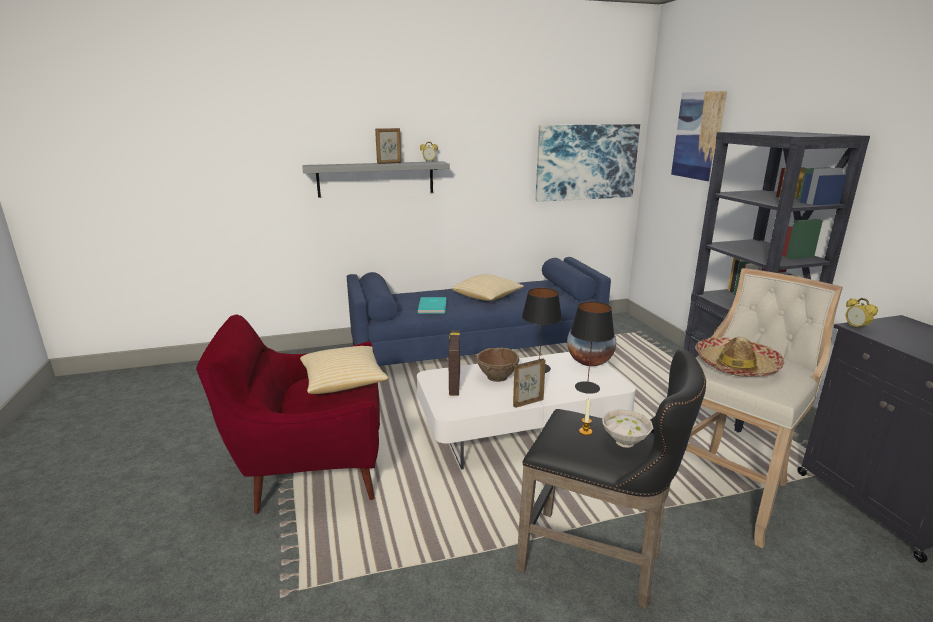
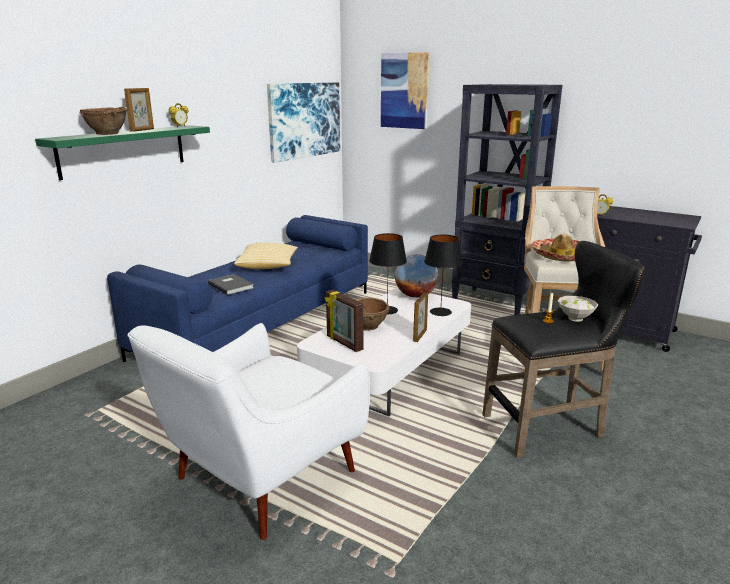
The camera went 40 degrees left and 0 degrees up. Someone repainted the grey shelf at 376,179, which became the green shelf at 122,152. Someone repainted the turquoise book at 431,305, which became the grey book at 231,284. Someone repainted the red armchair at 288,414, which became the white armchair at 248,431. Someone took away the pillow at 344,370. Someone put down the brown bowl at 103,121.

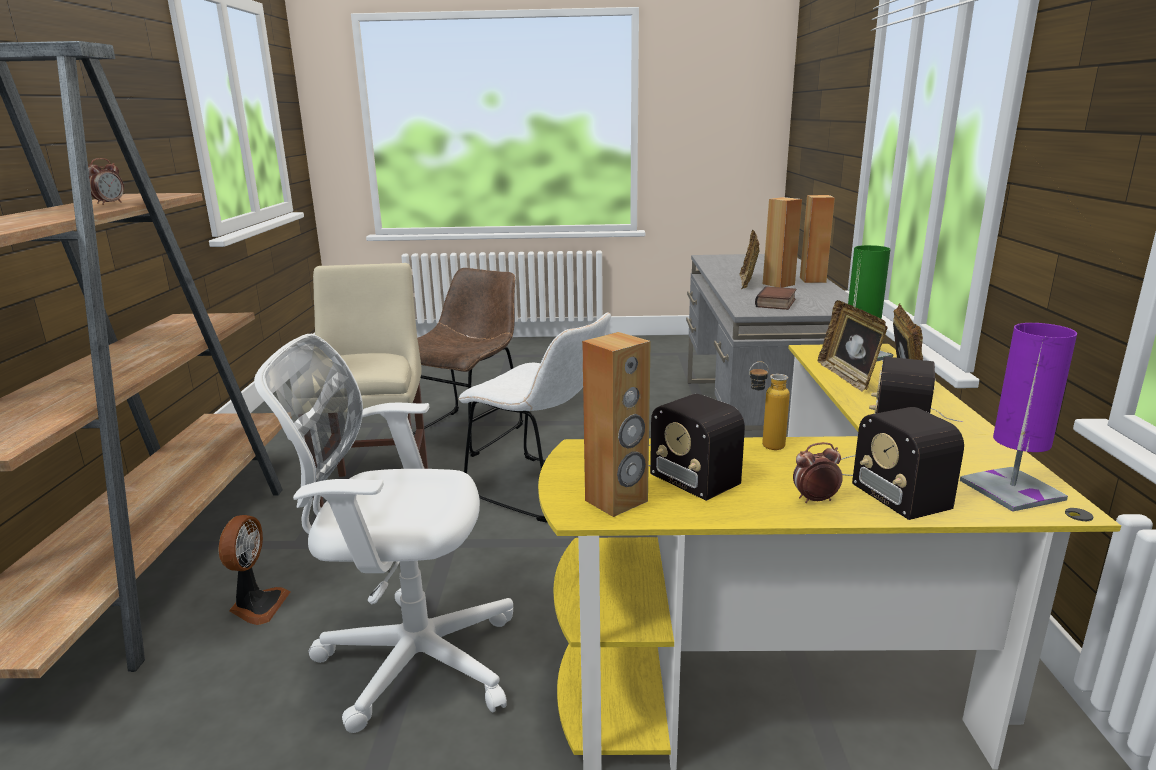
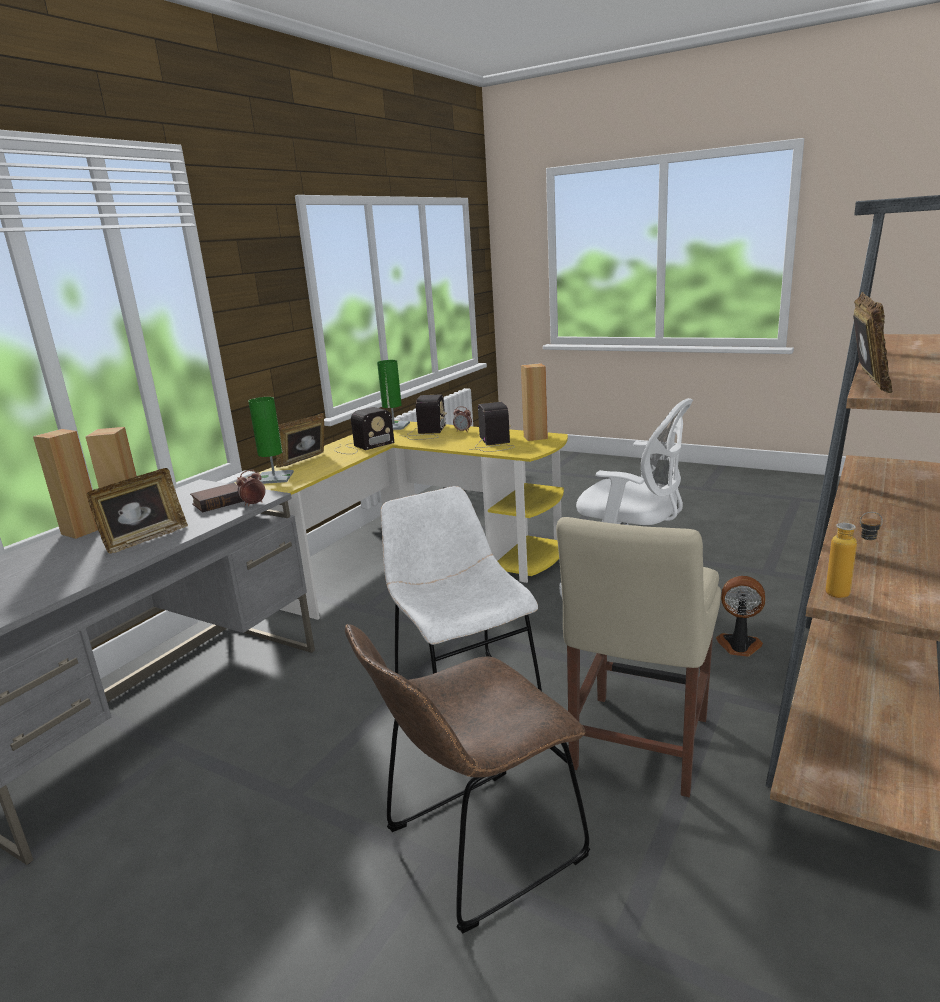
The camera went 150 degrees left and 0 degrees up. Someone carried the alarm clock from 106,181 to 251,488. Someone carried the picture frame from 853,346 to 872,342. Someone repainted the purple table lamp at 1018,417, which became the green table lamp at 393,395. Someone carried the bottle from 769,406 to 854,555. Someone rotated the fan at 255,570 by 75 degrees clockwise.

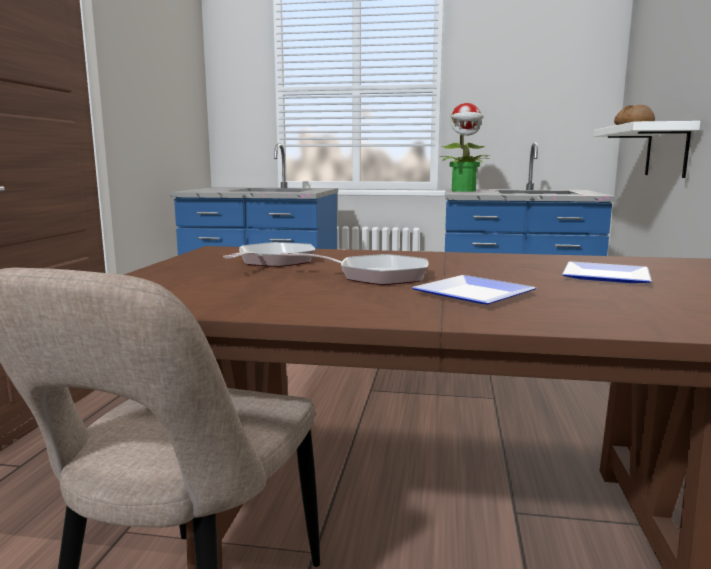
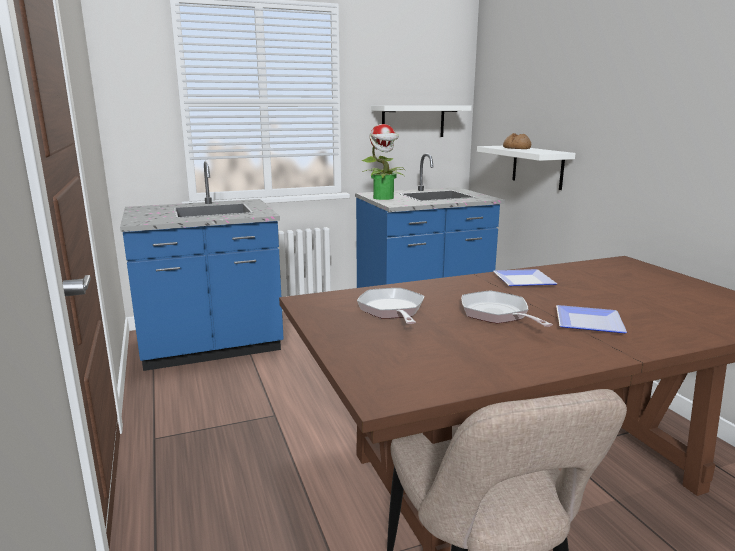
The camera went 30 degrees left and 5 degrees up. Someone rotated the frying pan at 354,268 by 90 degrees counterclockwise. Someone carried the plate from 607,272 to 525,277. Someone put up the white shelf at 421,121.

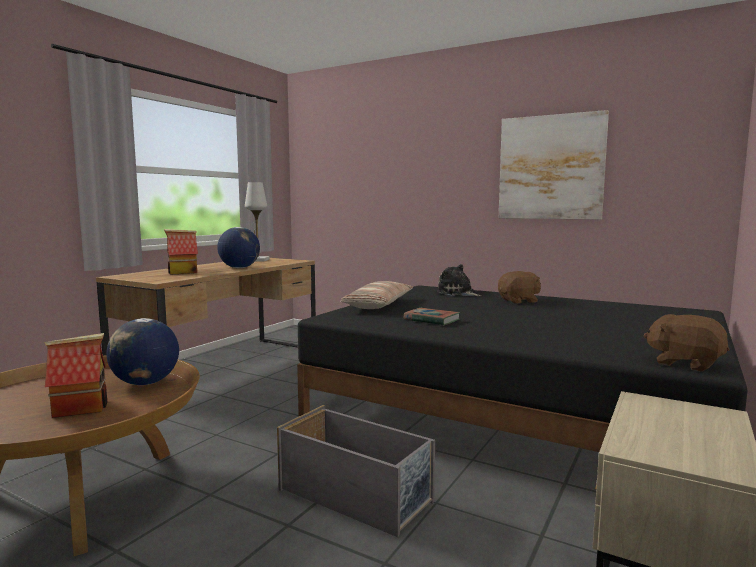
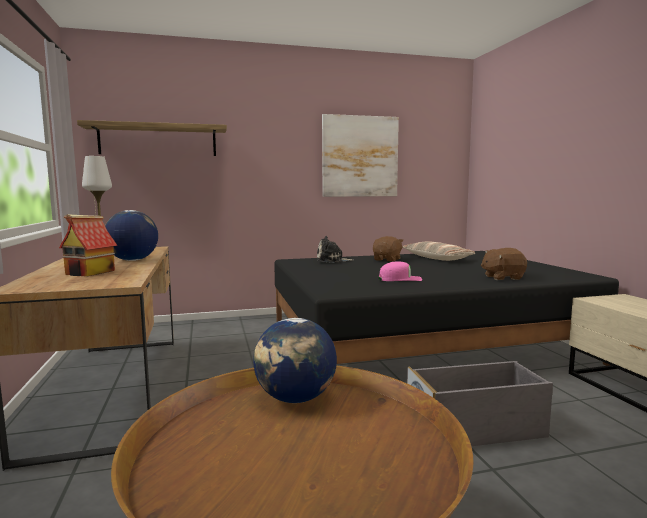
The camera went 45 degrees left and 0 degrees up. Someone carried the pillow from 376,295 to 438,251. Someone swapped the book at 432,316 for the pink cap at 400,271. Someone carried the brown plush toy from 686,343 to 504,264. Someone took away the toy house at 76,375. Someone put up the shelf at 152,138.

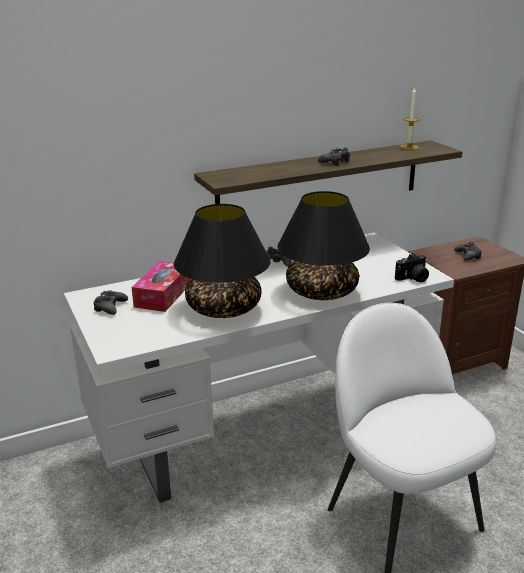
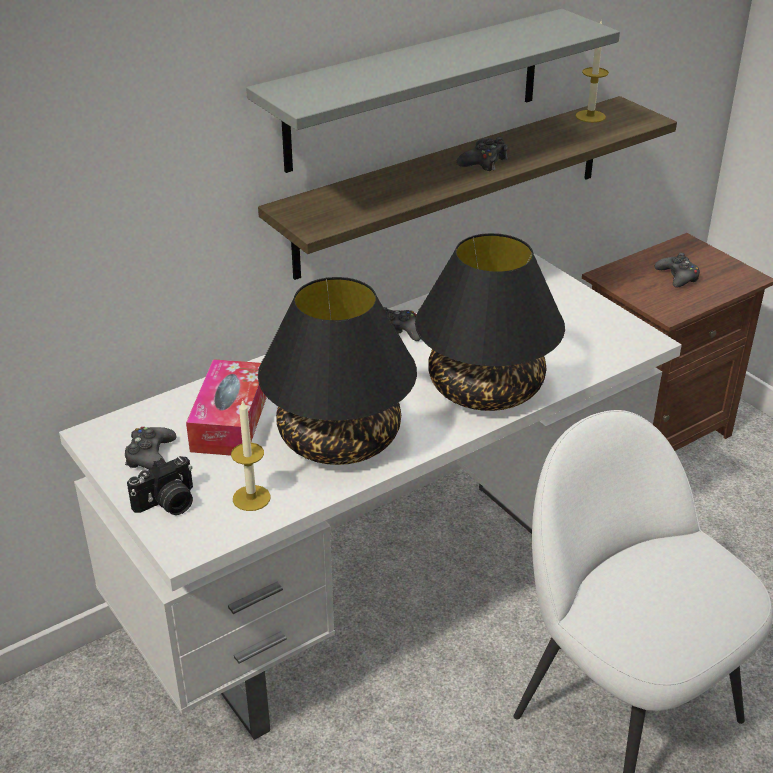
The camera went 10 degrees left and 10 degrees up. Someone carried the photo camera from 412,267 to 160,485. Someone put up the grey shelf at 433,91. Someone put down the candle at 251,455.

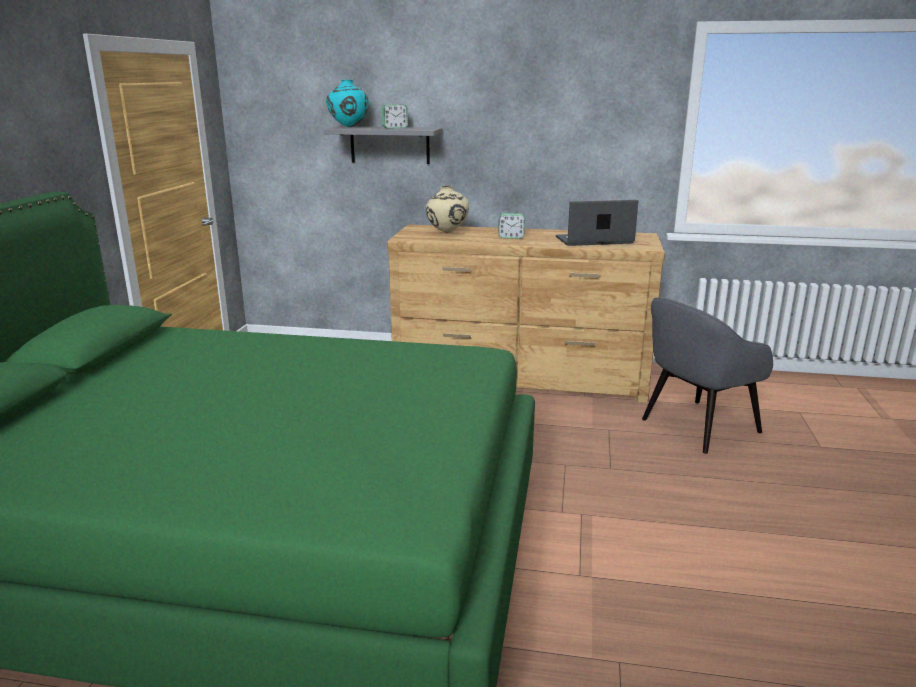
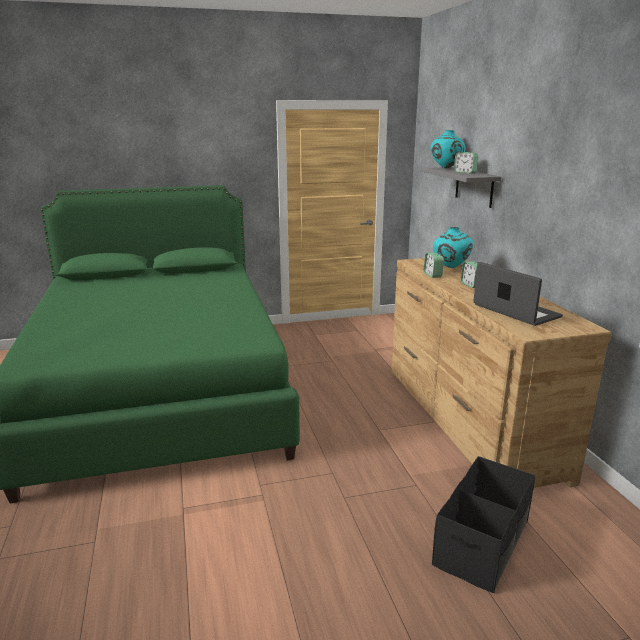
The camera went 65 degrees right and 0 degrees up. Someone repainted the beige vase at 447,209, which became the turquoise vase at 453,247. Someone swapped the grey armchair at 707,375 for the black storage box at 483,524. Someone put down the alarm clock at 434,265.

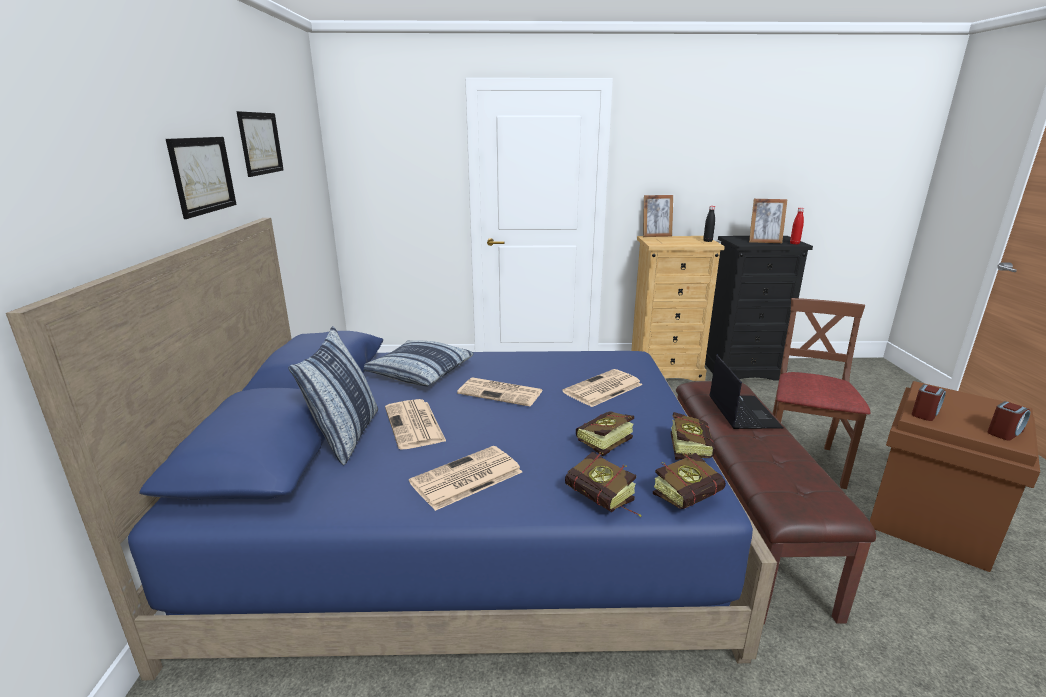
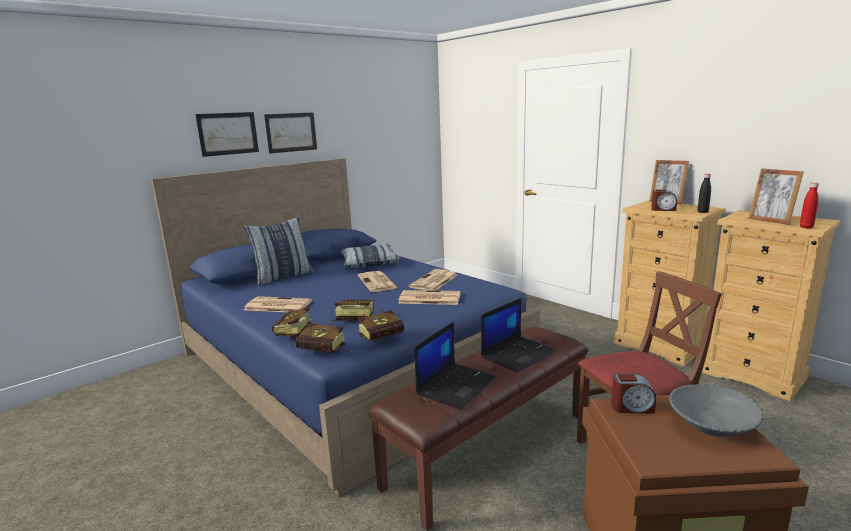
The camera went 50 degrees right and 5 degrees down. Someone carried the picture from 260,144 to 227,134. Someone repainted the black dresser at 759,308, which became the beige dresser at 771,305. Someone carried the newspaper from 415,424 to 433,280. Someone carried the alarm clock from 1009,420 to 664,200. Someone put down the laptop at 455,365. Someone put down the grey bowl at 716,410.

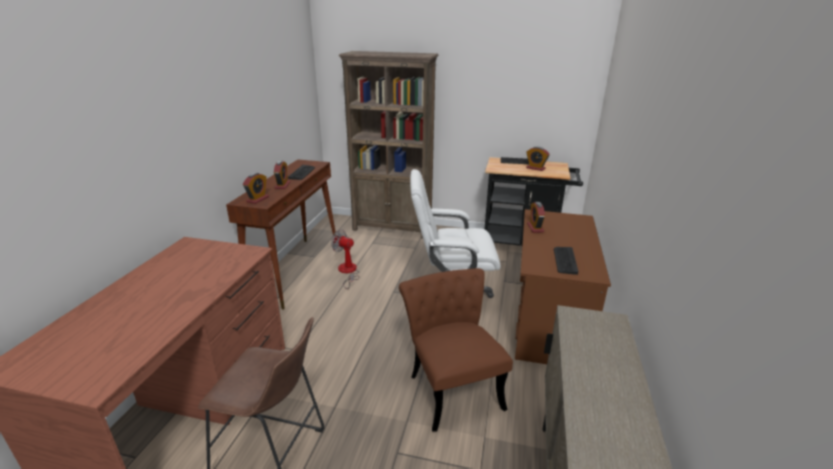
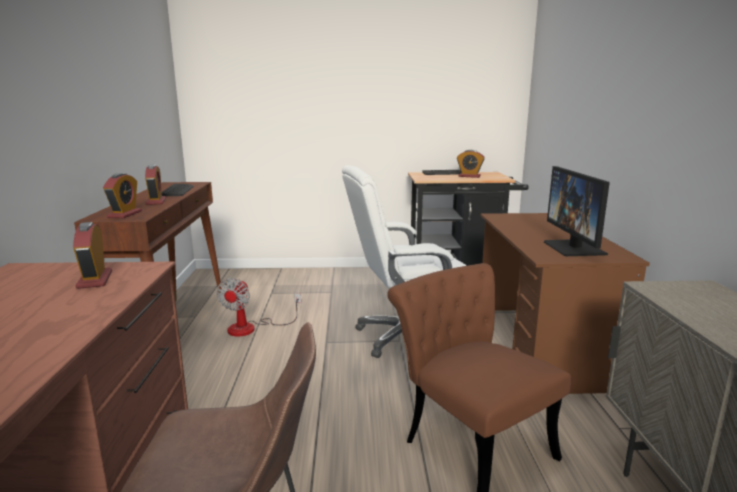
The camera went 15 degrees left and 10 degrees down. Someone took away the brown bookcase at 388,145. Someone carried the alarm clock from 536,217 to 92,255. Someone rotated the fan at 345,259 by 90 degrees counterclockwise. Someone swapped the keyboard at 566,261 for the monitor at 577,211.

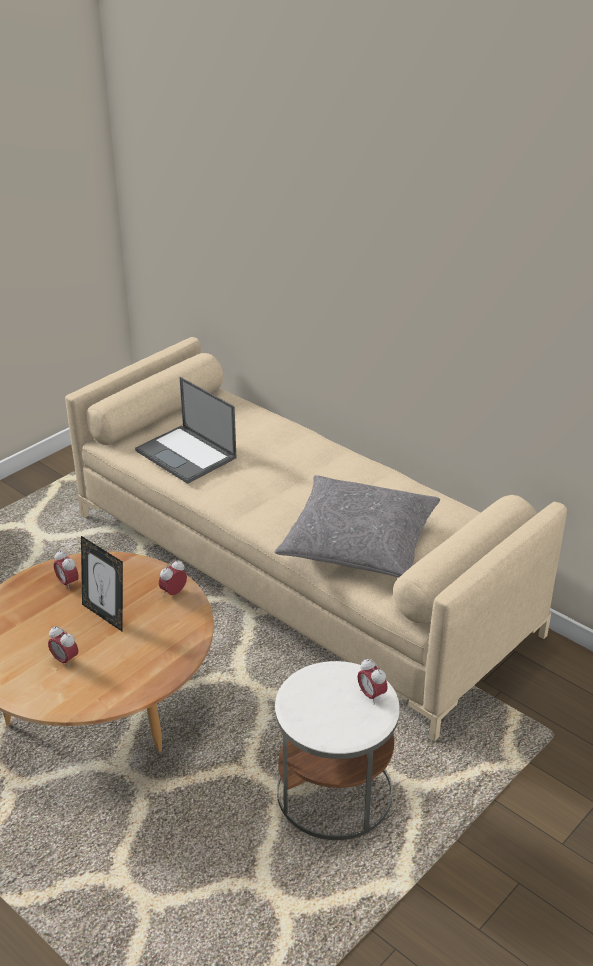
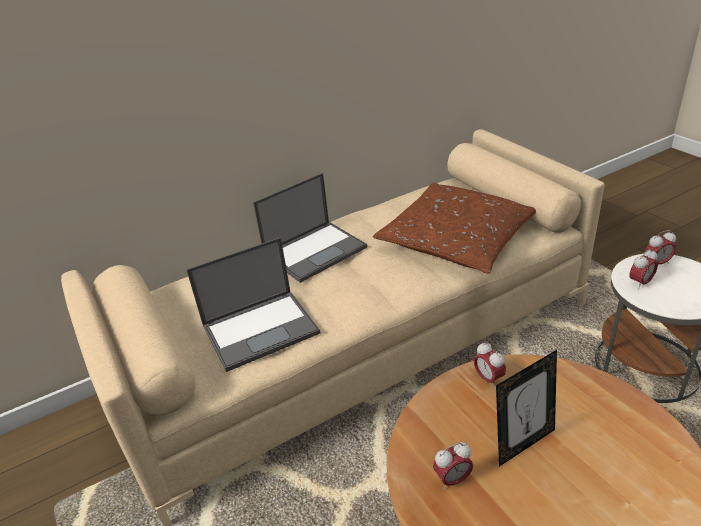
The camera went 70 degrees left and 0 degrees up. Someone repainted the grey pillow at 357,526, which became the brown pillow at 454,228. Someone carried the alarm clock from 63,647 to 643,268. Someone put down the laptop at 310,228.

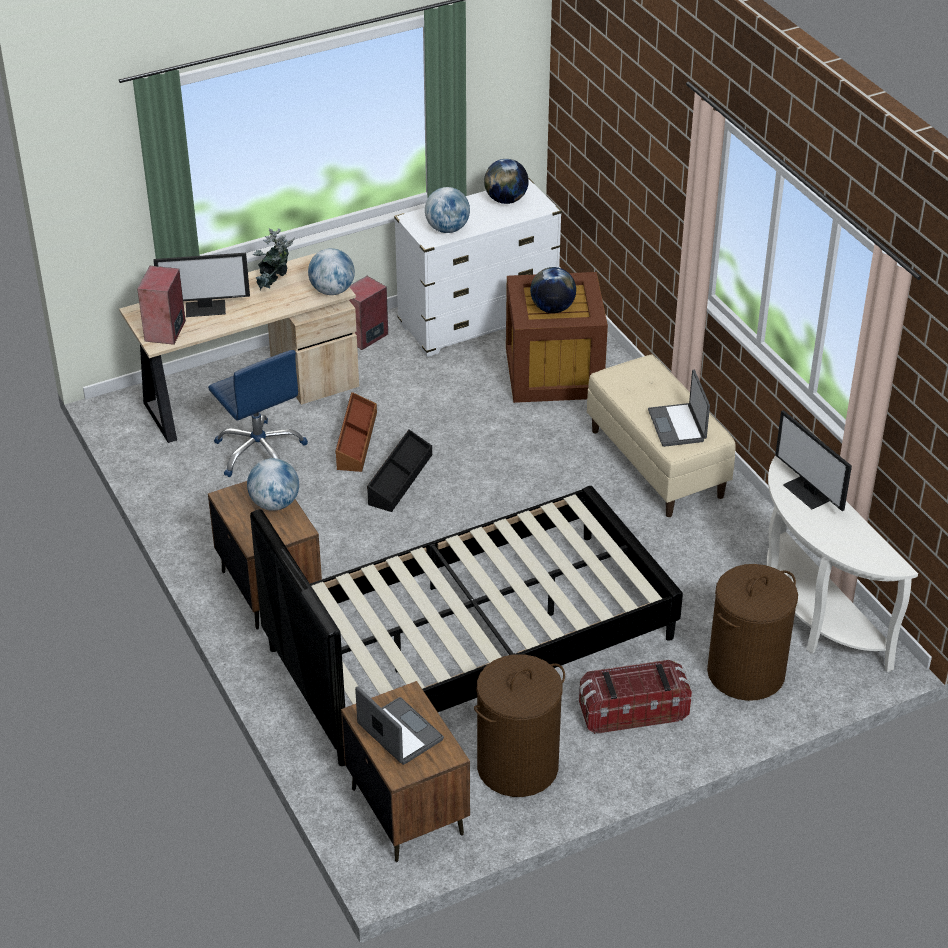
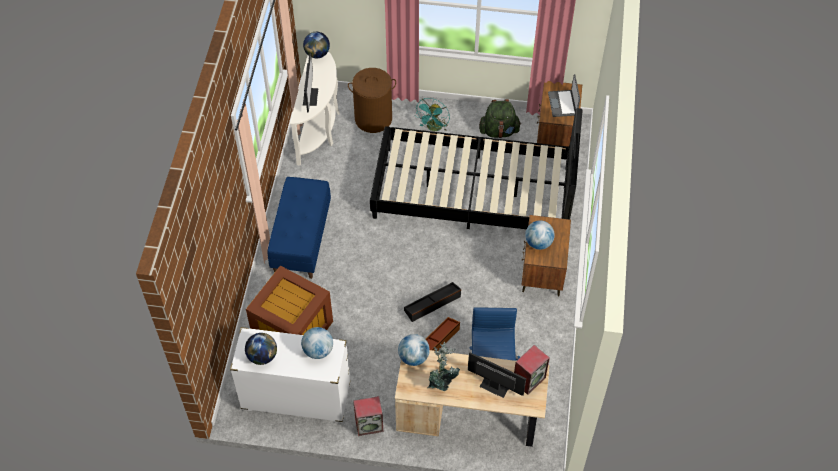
The camera went 145 degrees left and 15 degrees up. Someone carried the globe from 553,290 to 316,45. Someone repainted the beige bench at 661,436, which became the blue bench at 299,228. Someone took away the laptop at 679,408. Someone swapped the brown laundry basket at 519,725 for the green backpack at 500,118. Someone swapped the storage box at 635,697 for the turquoise fan at 432,114.

